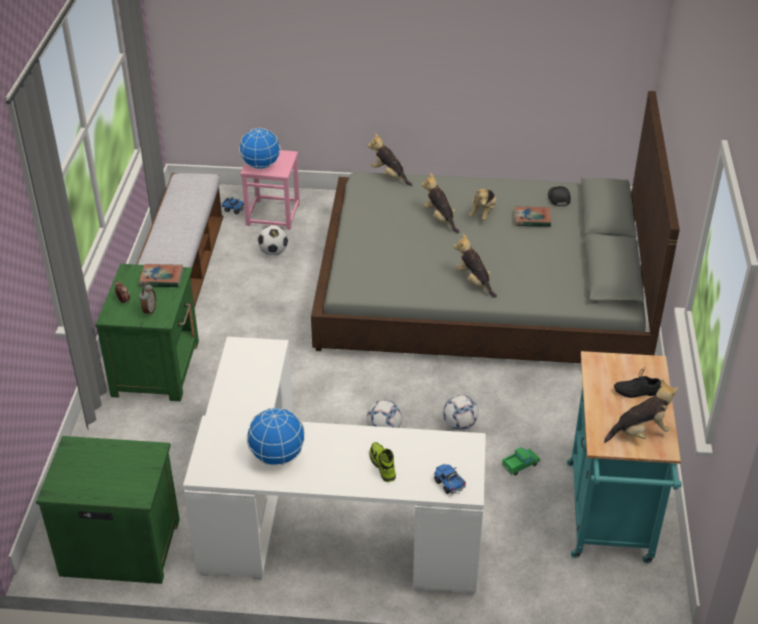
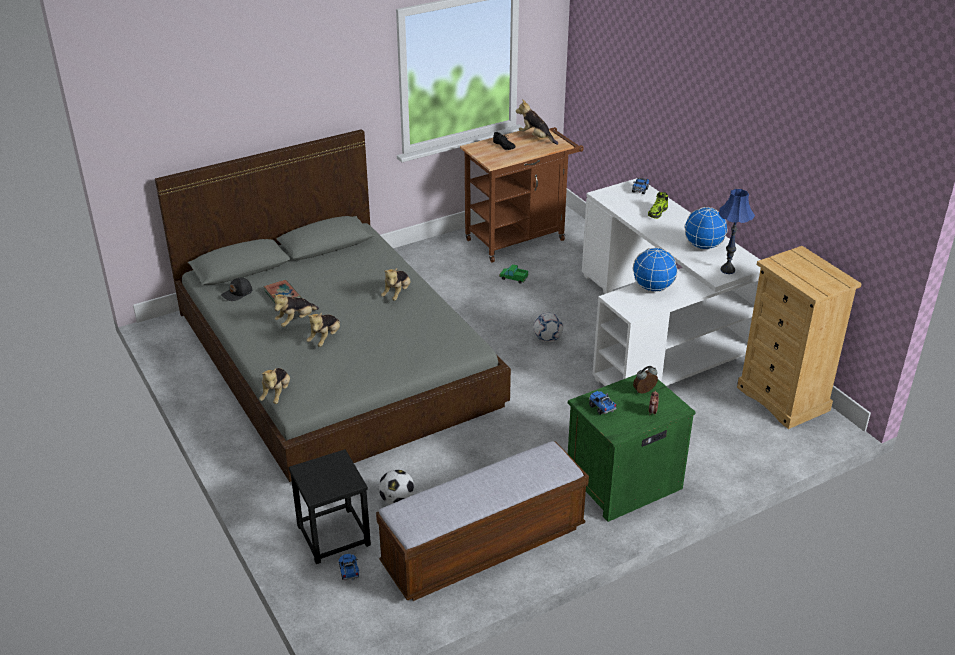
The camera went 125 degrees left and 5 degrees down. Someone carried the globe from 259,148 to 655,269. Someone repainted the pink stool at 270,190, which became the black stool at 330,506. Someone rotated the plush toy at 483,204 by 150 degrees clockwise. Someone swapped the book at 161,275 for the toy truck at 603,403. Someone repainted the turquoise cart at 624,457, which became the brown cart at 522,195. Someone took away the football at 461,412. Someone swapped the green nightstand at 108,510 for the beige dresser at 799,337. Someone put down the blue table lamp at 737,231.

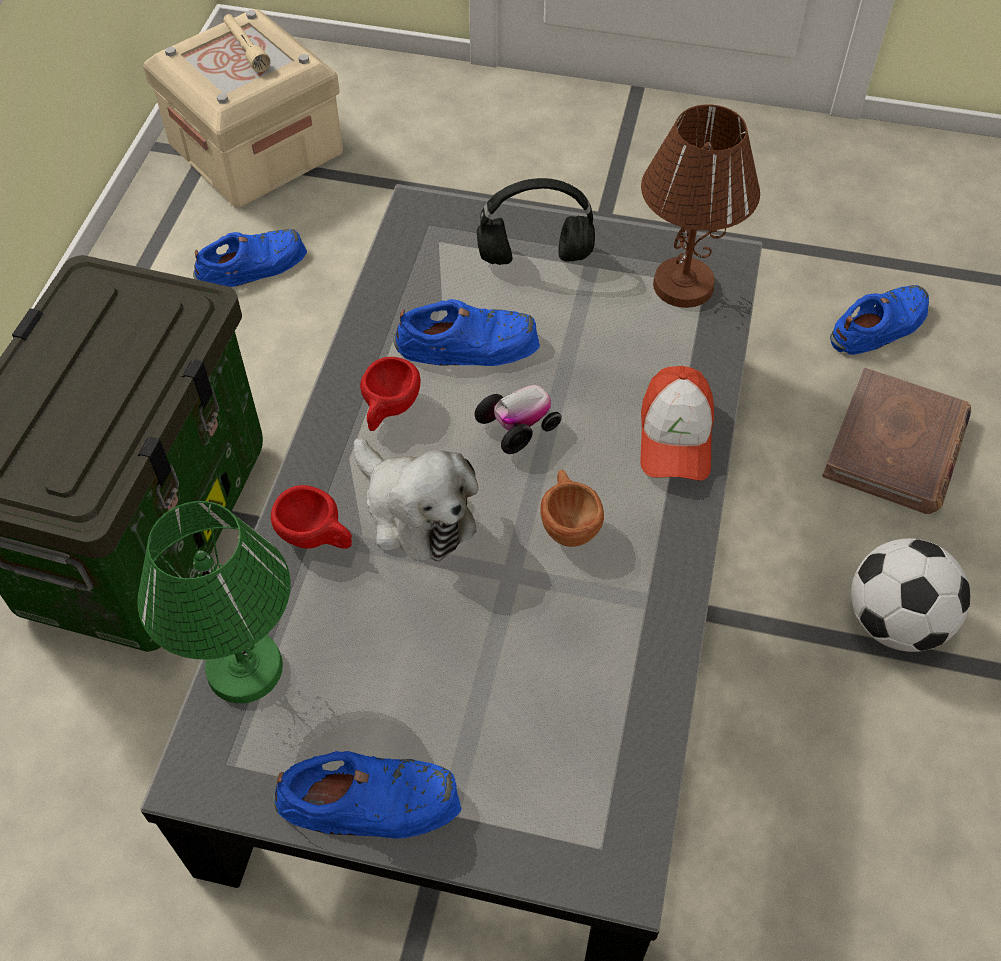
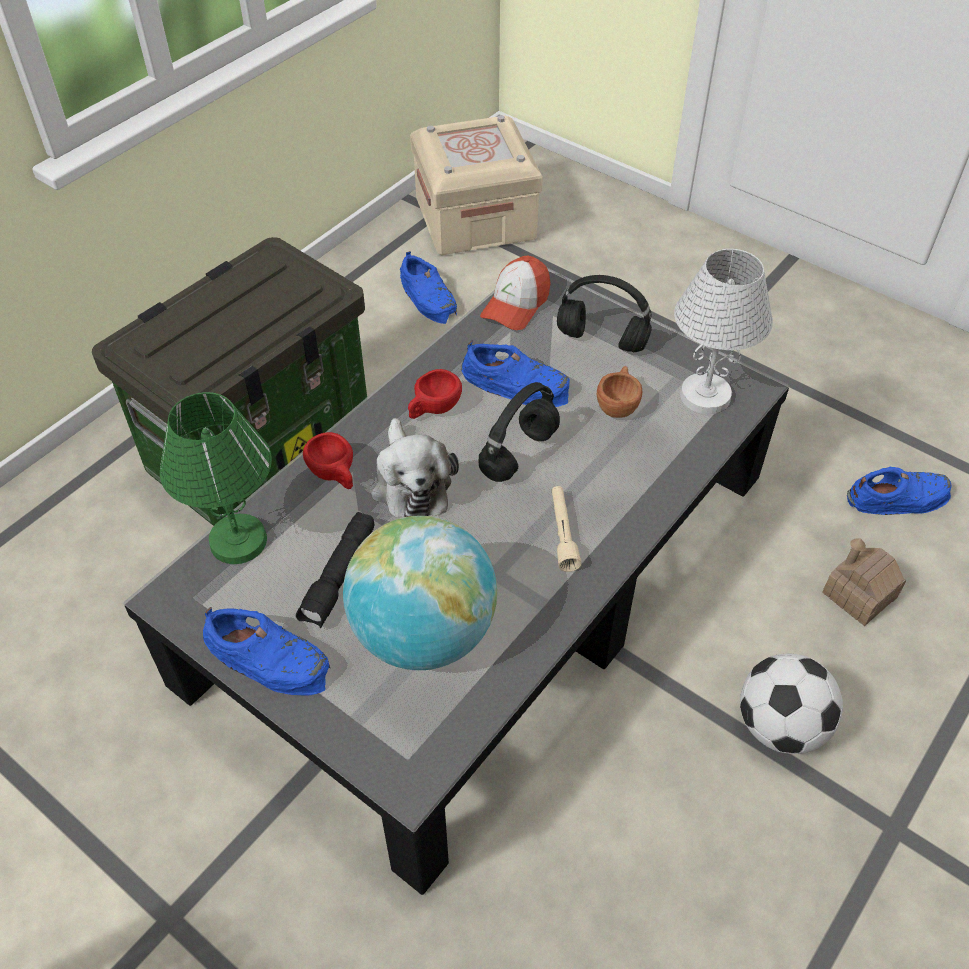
The camera went 25 degrees right and 5 degrees down. Someone carried the beige flashlight from 247,43 to 566,529. Someone repainted the brown table lamp at 700,206, which became the white table lamp at 723,331. Someone rotated the blue shoe at 250,258 by 60 degrees clockwise. Someone carried the cap from 677,423 to 515,293. Someone swapped the brown book at 897,441 for the toy house at 864,582. Someone swapped the toy car at 518,419 for the black headphones at 519,432. Someone carried the brown cup from 572,508 to 619,392. Someone put down the black flashlight at 335,570. Someone put down the globe at 420,593.

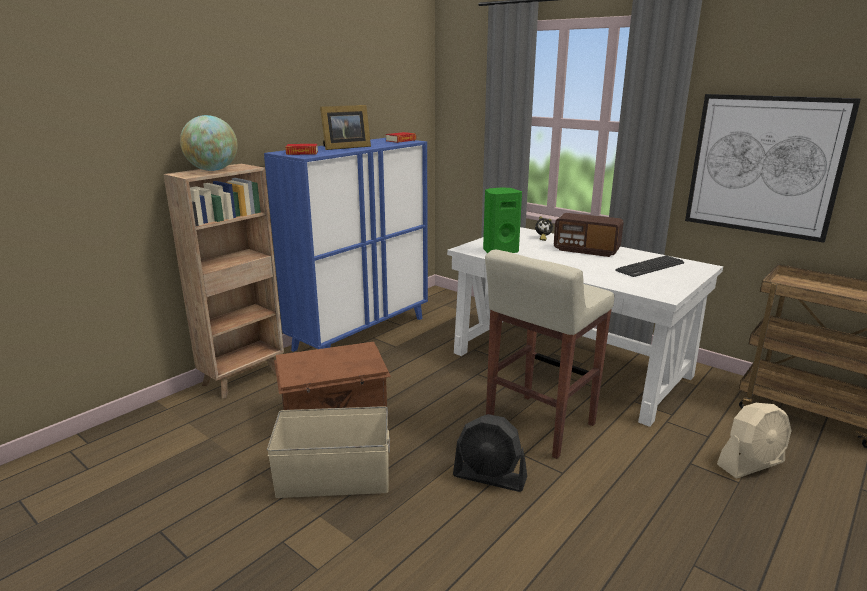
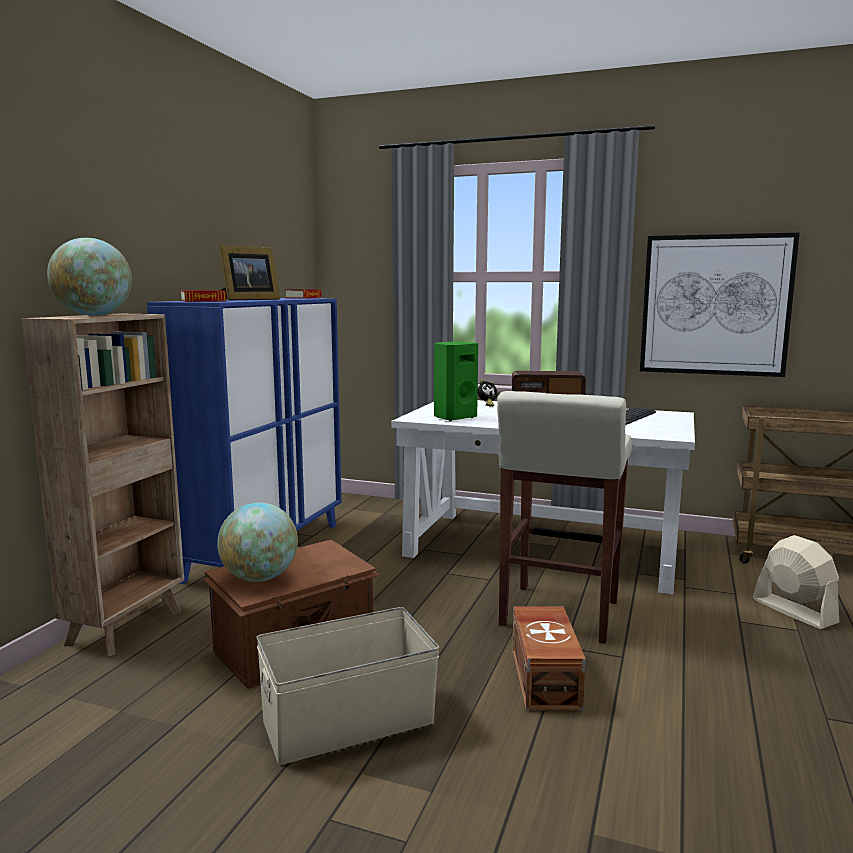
The camera went 20 degrees left and 10 degrees down. Someone rotated the beige fan at 754,440 by 75 degrees counterclockwise. Someone swapped the black fan at 490,453 for the brown storage box at 548,658. Someone put down the globe at 257,542.

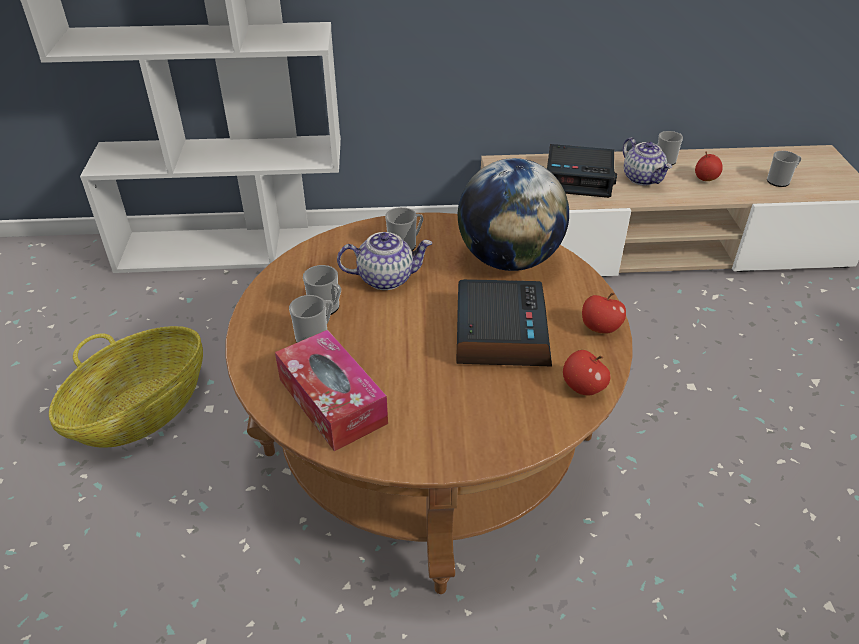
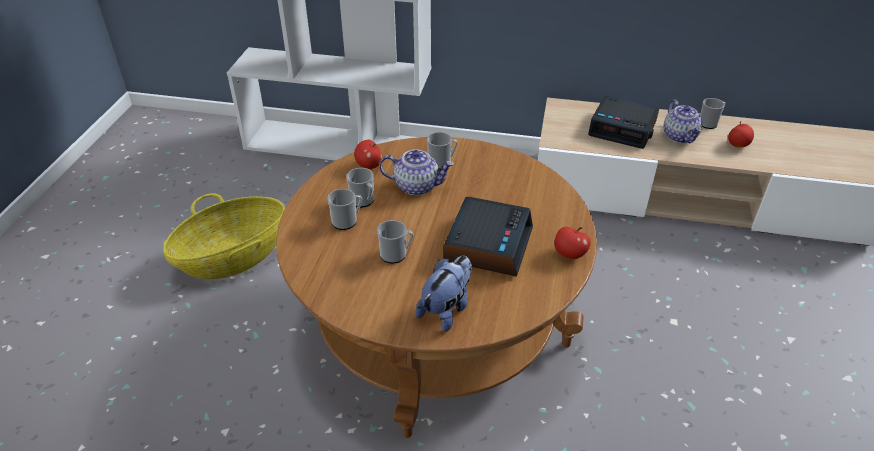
The camera went 15 degrees right and 0 degrees up. Someone carried the mug from 784,169 to 395,242. Someone took away the globe at 513,214. Someone took away the tissue box at 331,390. Someone carried the apple from 587,373 to 368,154. Someone put down the plush toy at 444,294.

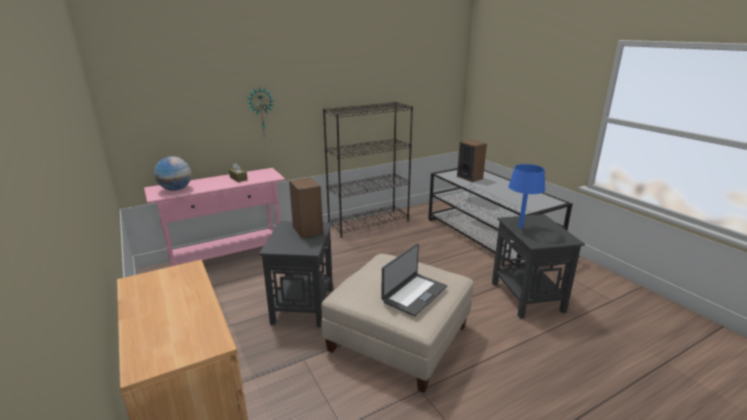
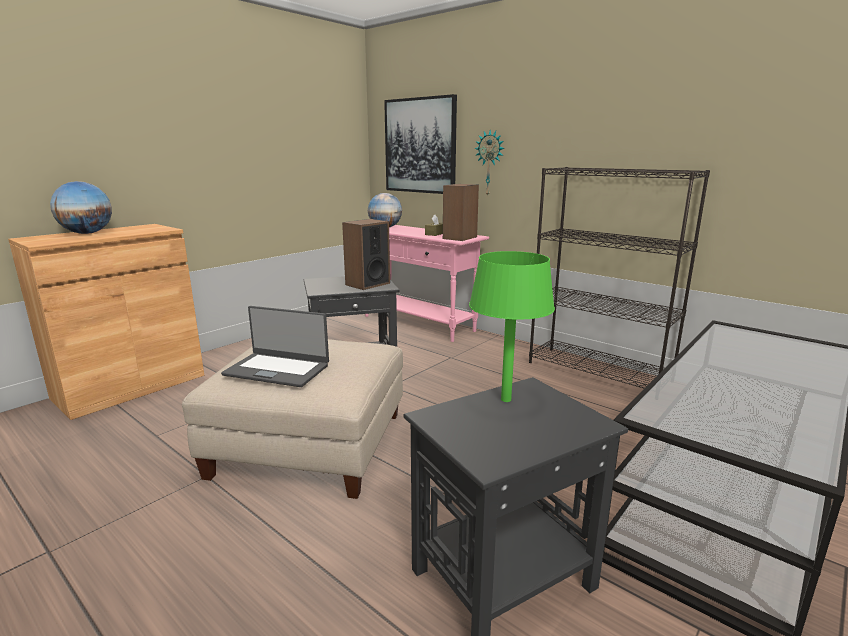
The camera went 70 degrees right and 5 degrees down. Someone carried the speaker from 472,161 to 461,212. Someone repainted the blue table lamp at 526,196, which became the green table lamp at 512,326. Someone put up the picture at 420,144. Someone put down the globe at 81,207.

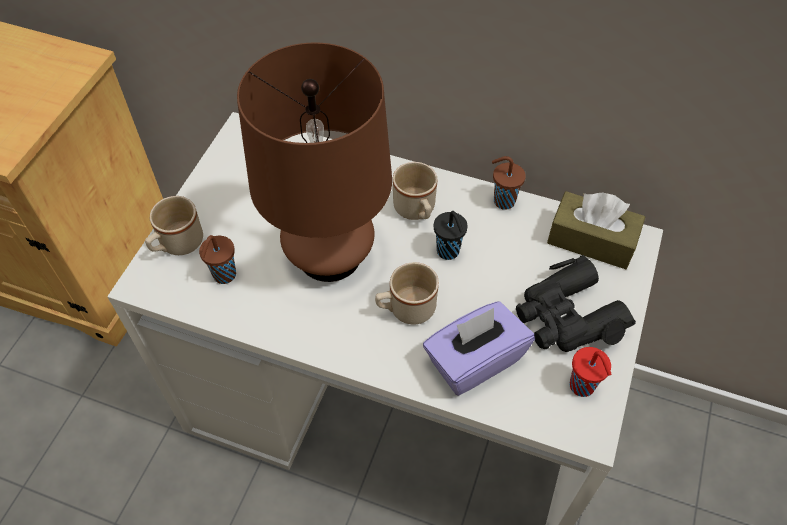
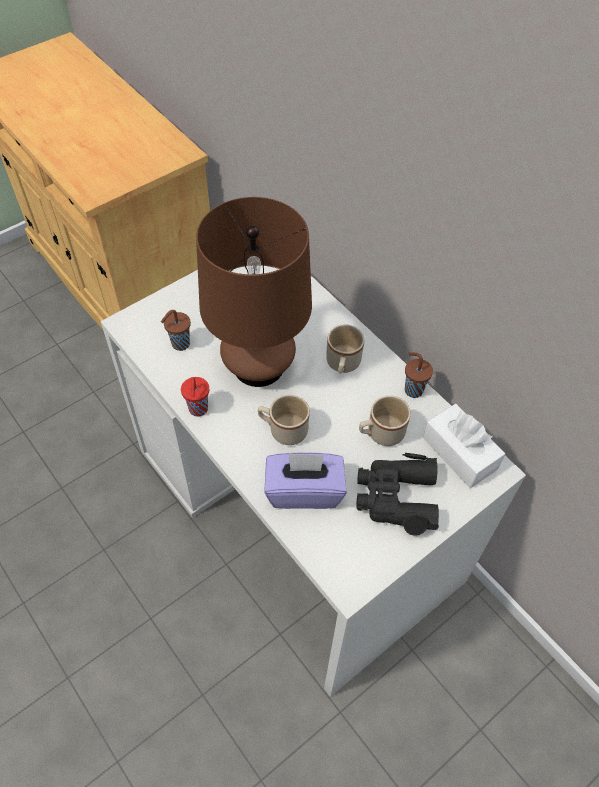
The camera went 30 degrees right and 0 degrees up. Someone repainted the brown tissue box at 596,230, which became the white tissue box at 464,446. Someone carried the beige mug from 174,225 to 385,421. Someone took away the black cup at 451,235. Someone carried the red cup from 590,372 to 195,397.

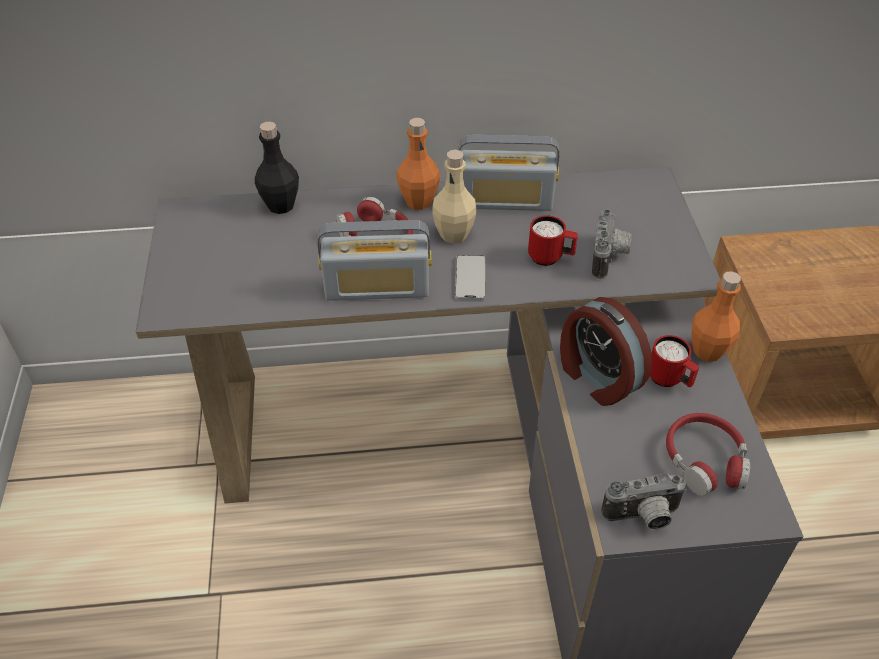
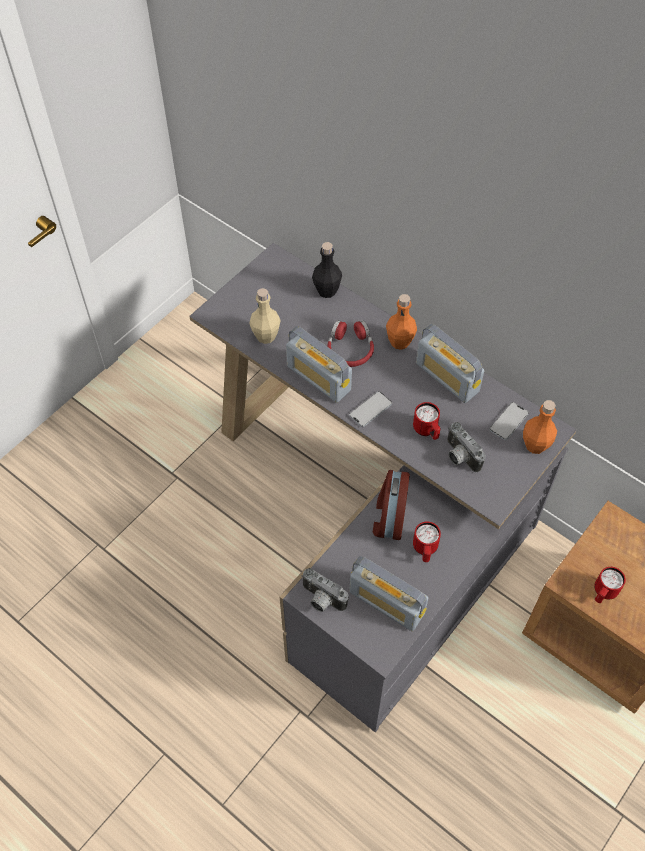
The camera went 45 degrees right and 10 degrees up. Someone carried the beige bottle from 454,197 to 265,316. Someone rotated the photo camera at 612,244 by 90 degrees clockwise. Someone carried the orange bottle from 716,316 to 540,427. Someone swapped the red headphones at 708,454 for the radio at 388,593. Someone put down the phone at 509,421. Someone put down the red mug at 610,585.

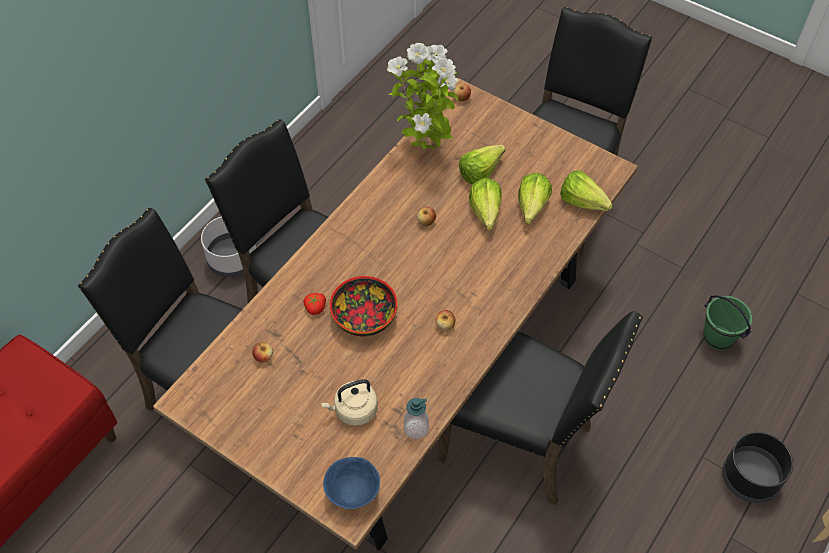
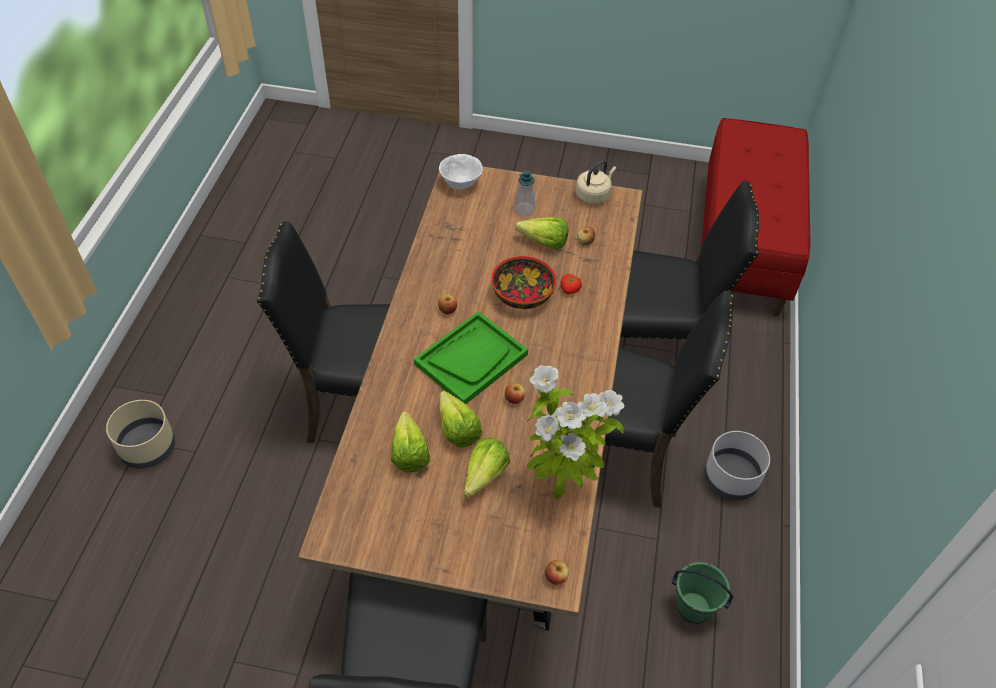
The camera went 155 degrees right and 5 degrees down. Someone carried the lettuce from 586,191 to 541,233. Someone carried the green bucket from 727,322 to 703,593. Someone carried the beige kettle from 349,402 to 596,182. Someone carried the soap dispenser from 416,418 to 525,193. Someone repainted the black planter at 757,467, which became the beige planter at 140,434. Someone repainted the blue bowl at 351,483, which became the white bowl at 461,171. Someone put down the green tray at 471,357.

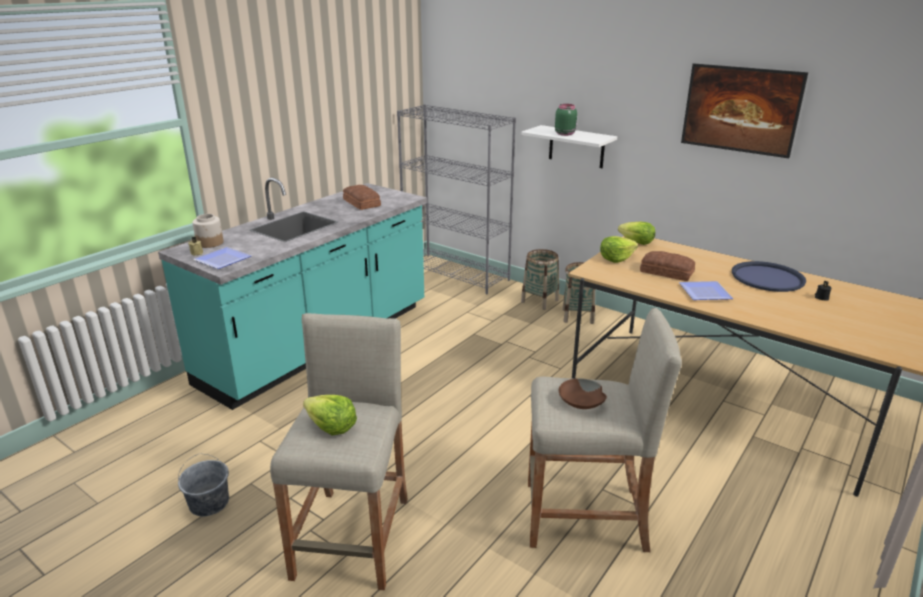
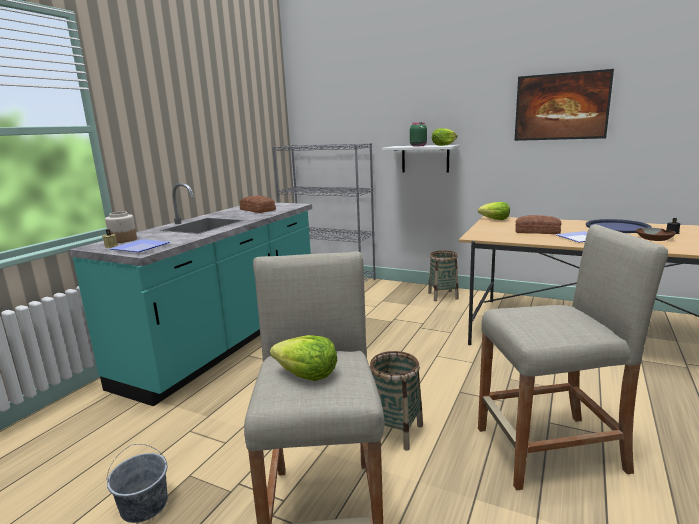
The camera went 10 degrees left and 10 degrees down. Someone carried the lettuce from 619,249 to 444,137. Someone carried the basket from 540,279 to 396,400. Someone carried the brown bowl from 583,393 to 656,234.

